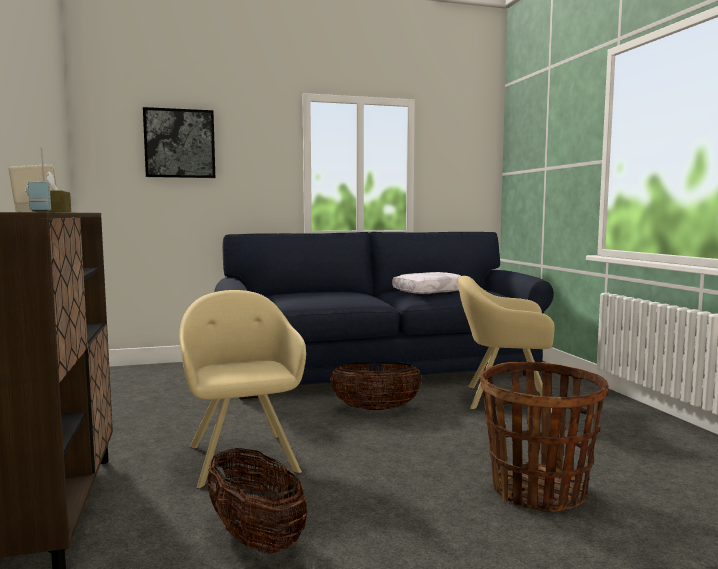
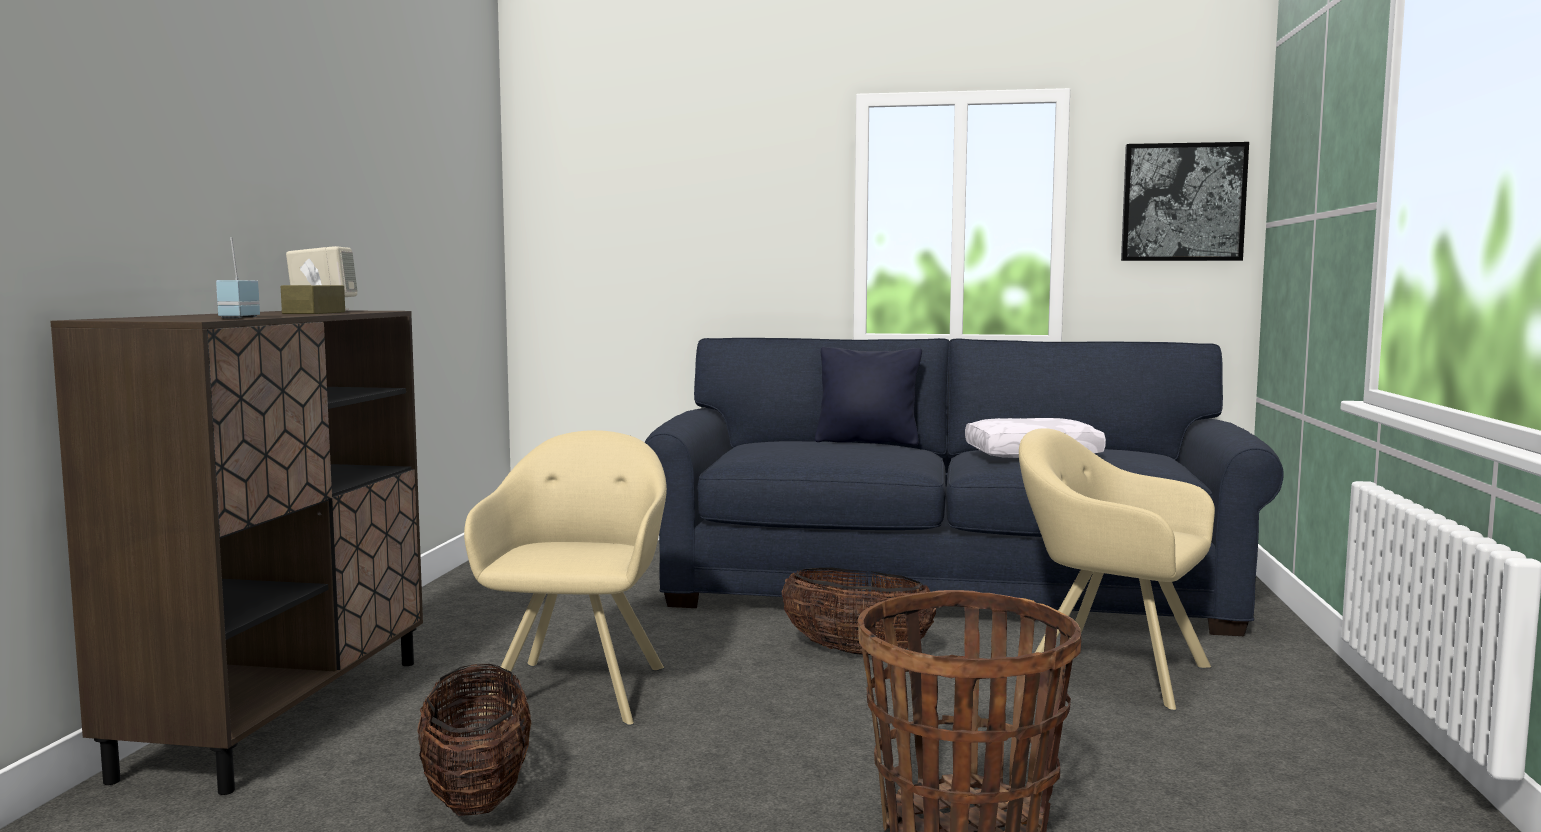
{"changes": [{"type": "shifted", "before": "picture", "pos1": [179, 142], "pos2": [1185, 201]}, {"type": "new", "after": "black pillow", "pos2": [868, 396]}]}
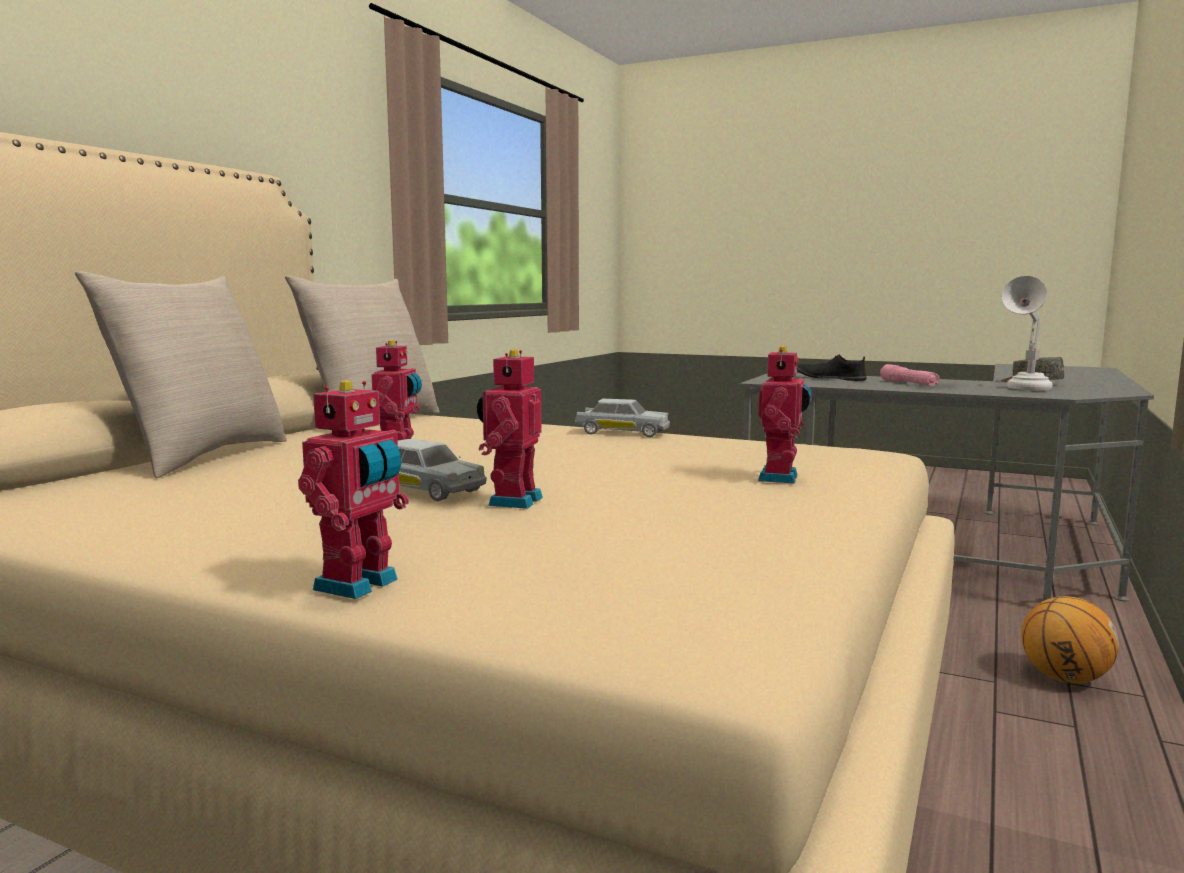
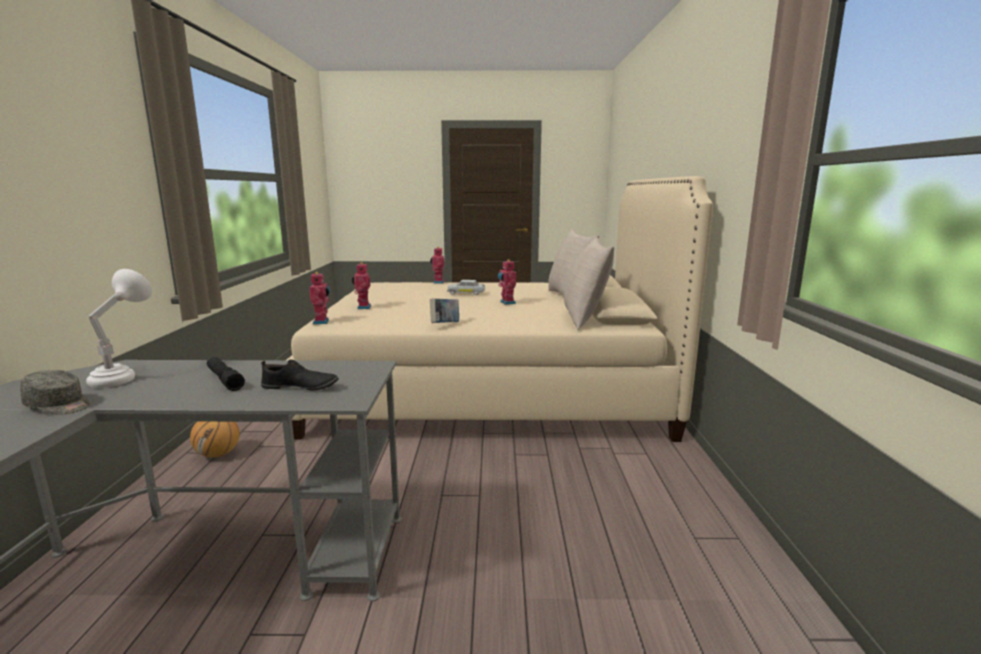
{"changes": [{"type": "shifted", "before": "toy robot", "pos1": [510, 429], "pos2": [320, 298]}, {"type": "repainted", "before": "pink flashlight", "after": "black flashlight", "pos1": [910, 375], "pos2": [226, 374]}, {"type": "swapped", "before": "white toy car", "after": "book", "pos1": [622, 418], "pos2": [444, 310]}]}
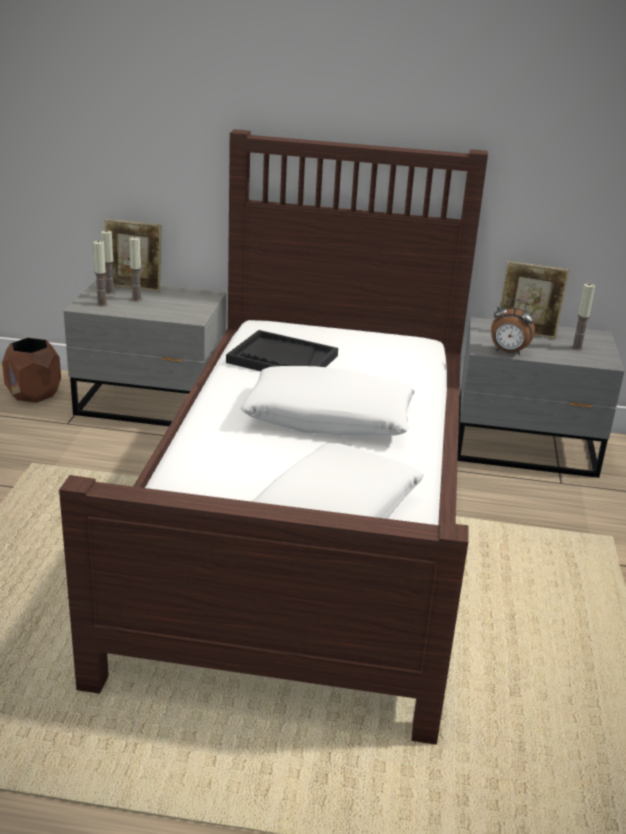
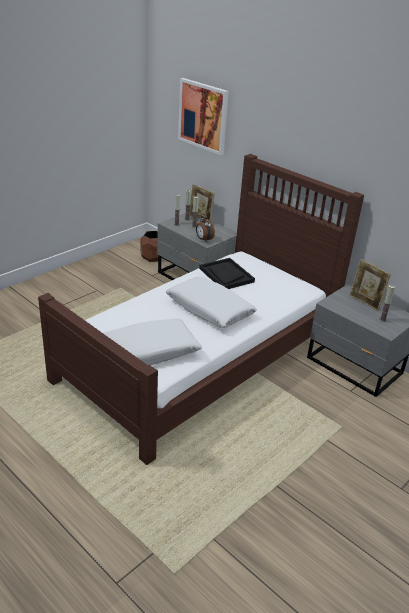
{"changes": [{"type": "shifted", "before": "alarm clock", "pos1": [513, 327], "pos2": [205, 227]}, {"type": "new", "after": "picture", "pos2": [203, 116]}]}
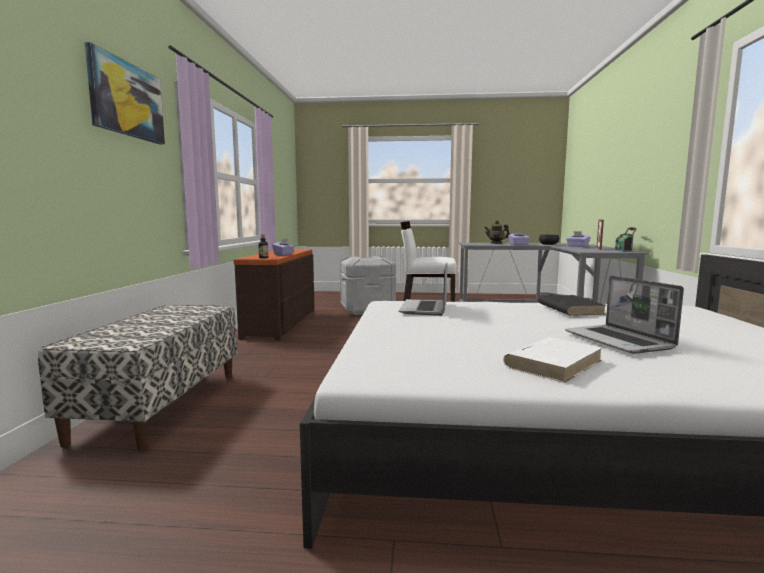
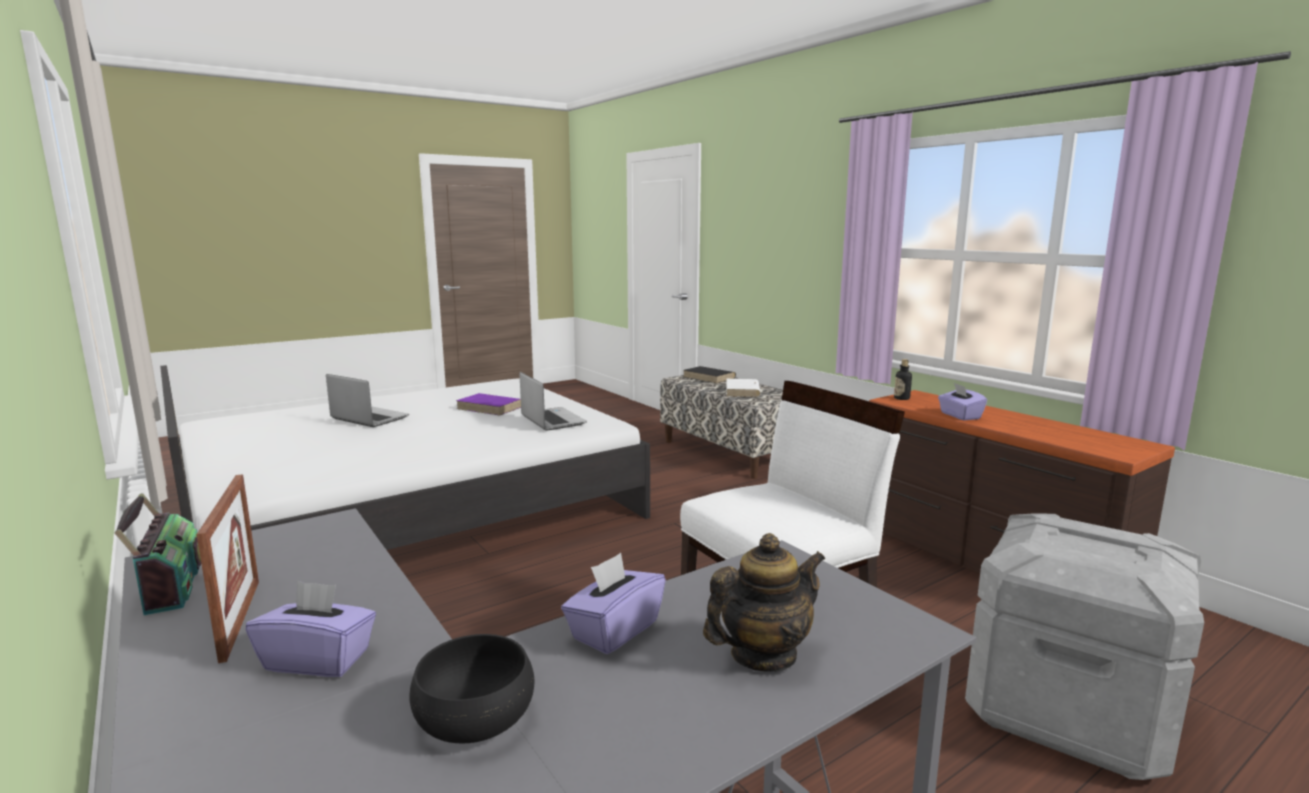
{"changes": [{"type": "gone", "before": "picture", "pos1": [125, 93]}, {"type": "shifted", "before": "black book", "pos1": [573, 305], "pos2": [709, 374]}, {"type": "shifted", "before": "white book", "pos1": [552, 360], "pos2": [743, 388]}, {"type": "new", "after": "purple book", "pos2": [488, 404]}]}
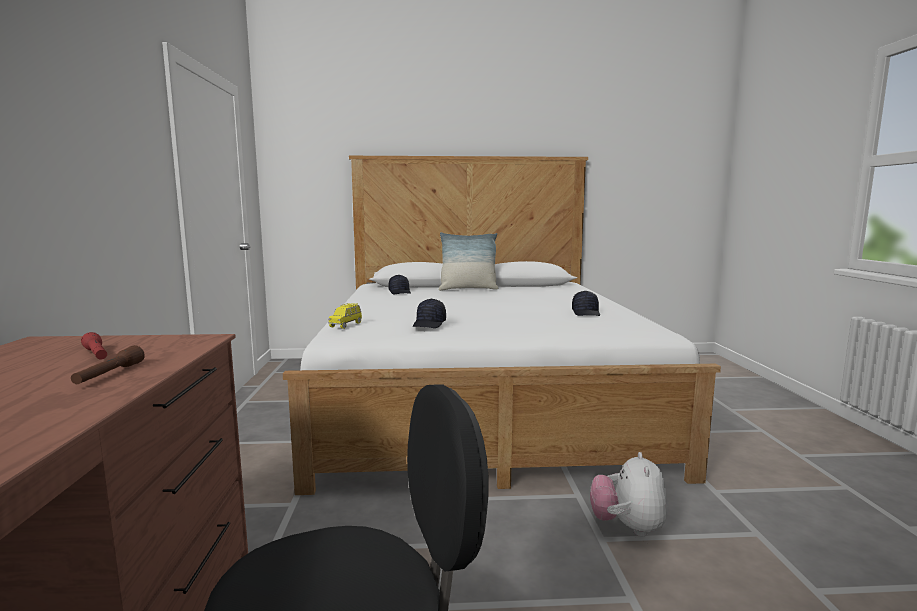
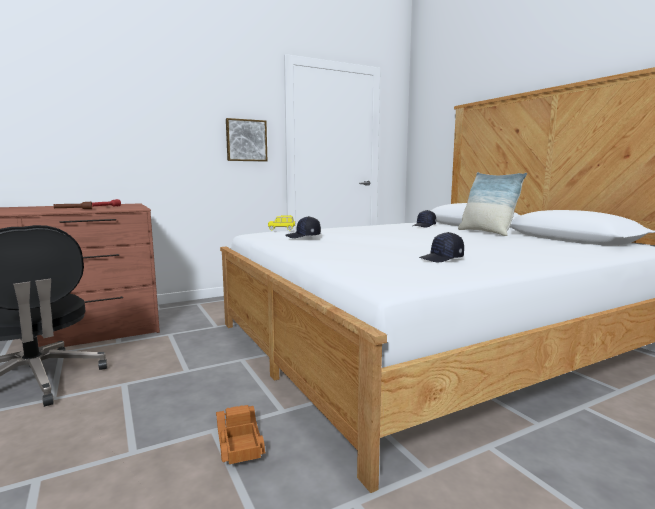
{"changes": [{"type": "swapped", "before": "plush toy", "after": "toy truck", "pos1": [629, 494], "pos2": [240, 434]}, {"type": "new", "after": "picture", "pos2": [246, 139]}]}
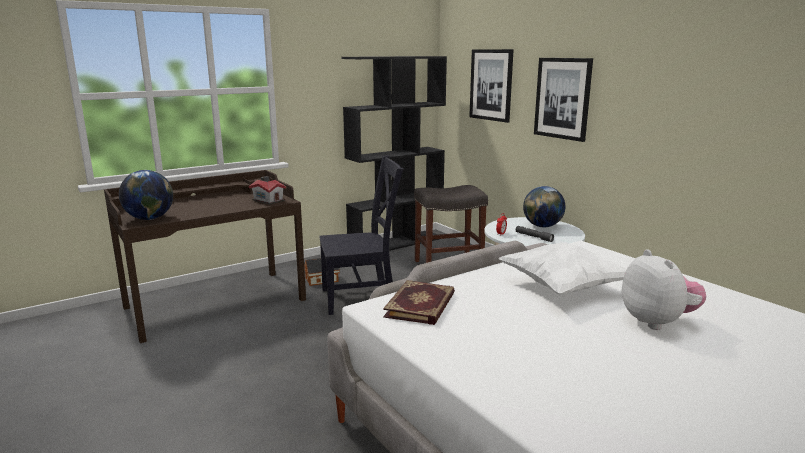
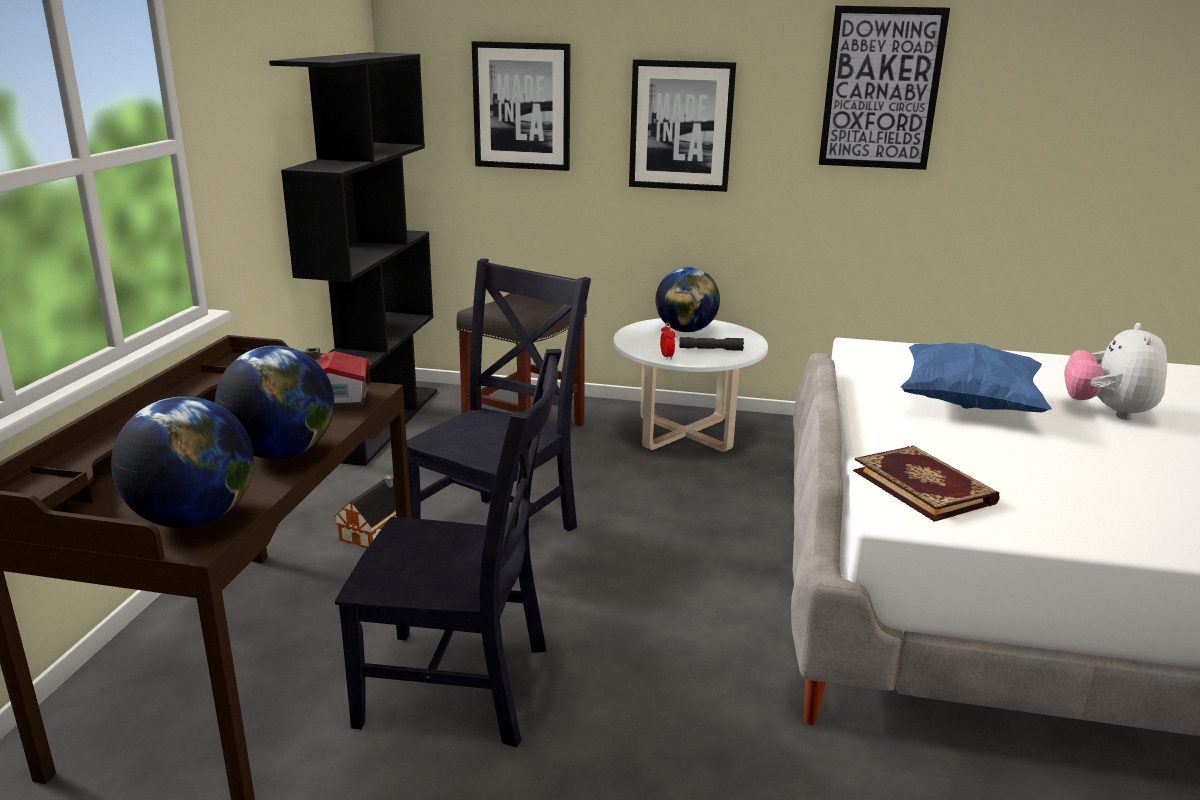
{"changes": [{"type": "repainted", "before": "white pillow", "after": "blue pillow", "pos1": [562, 268], "pos2": [976, 377]}, {"type": "rotated", "before": "plush toy", "pos1": [663, 289], "pos2": [1115, 371], "turn": -105}, {"type": "new", "after": "picture", "pos2": [884, 88]}, {"type": "new", "after": "globe", "pos2": [274, 402]}, {"type": "new", "after": "black chair", "pos2": [448, 548]}]}
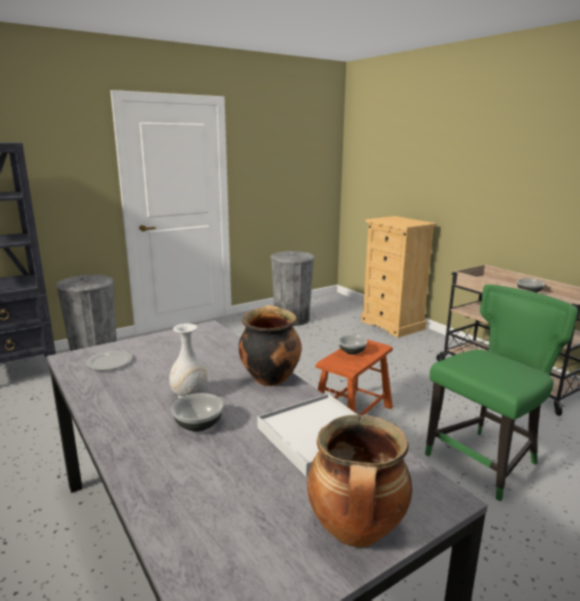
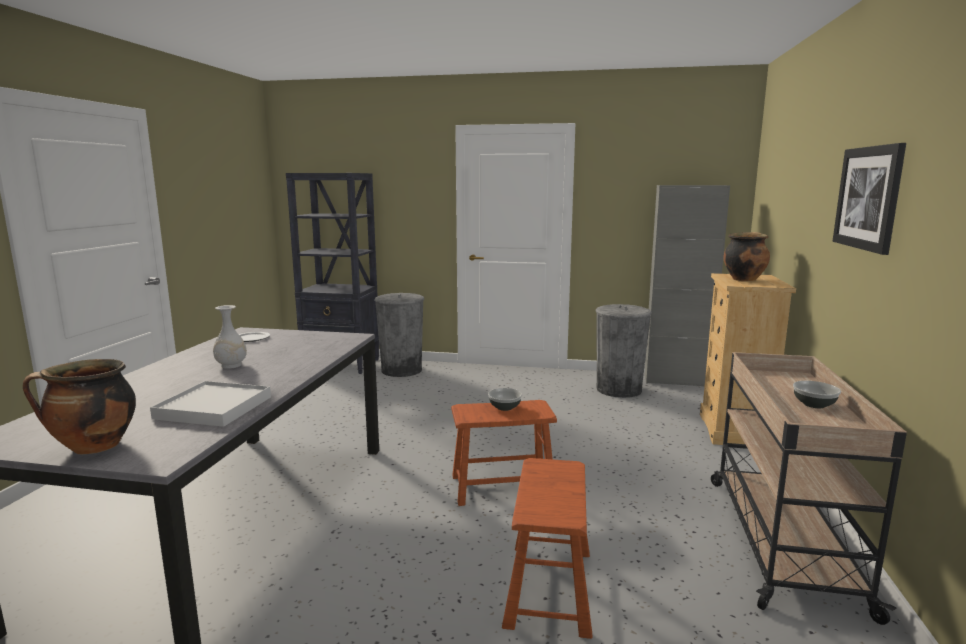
{"changes": [{"type": "swapped", "before": "green chair", "after": "brown stool", "pos1": [501, 392], "pos2": [547, 548]}, {"type": "shifted", "before": "cooking pot", "pos1": [270, 345], "pos2": [747, 256]}, {"type": "gone", "before": "bowl", "pos1": [197, 412]}, {"type": "new", "after": "picture", "pos2": [869, 199]}, {"type": "new", "after": "grey cabinet", "pos2": [687, 285]}]}
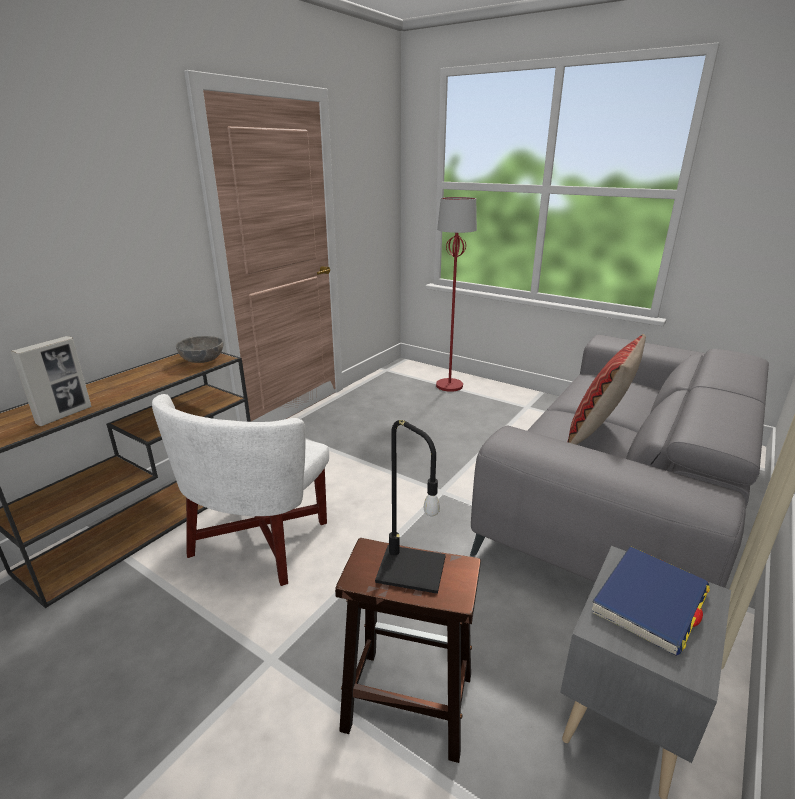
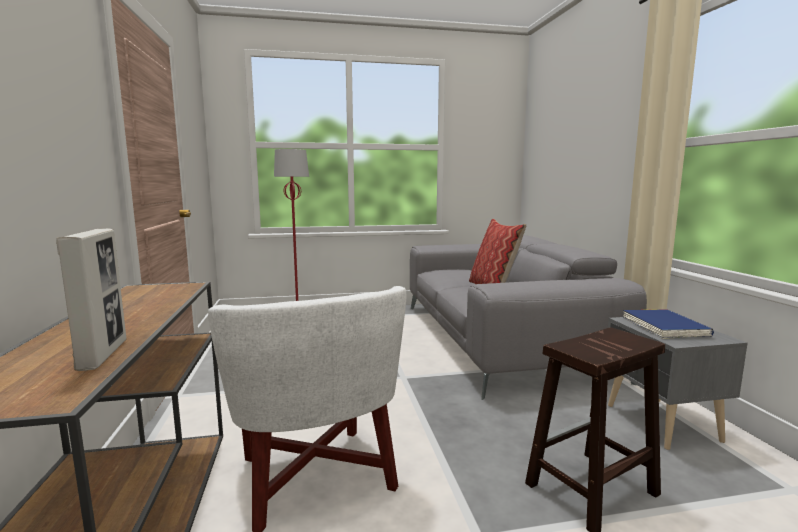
{"changes": [{"type": "gone", "before": "grey bowl", "pos1": [200, 349]}, {"type": "gone", "before": "black table lamp", "pos1": [410, 507]}]}
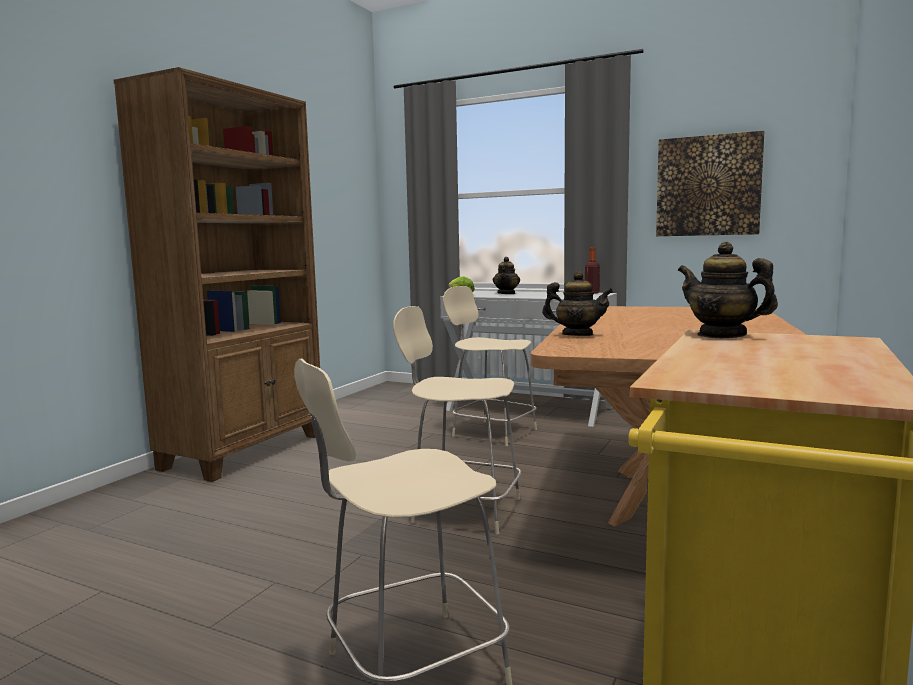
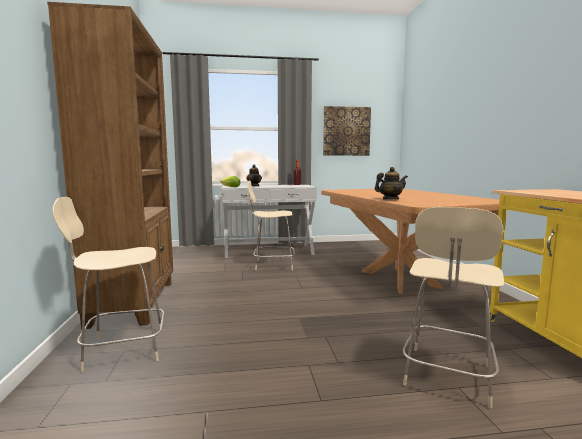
{"changes": [{"type": "gone", "before": "teapot", "pos1": [728, 290]}, {"type": "shifted", "before": "beige chair", "pos1": [457, 420], "pos2": [108, 284]}]}
